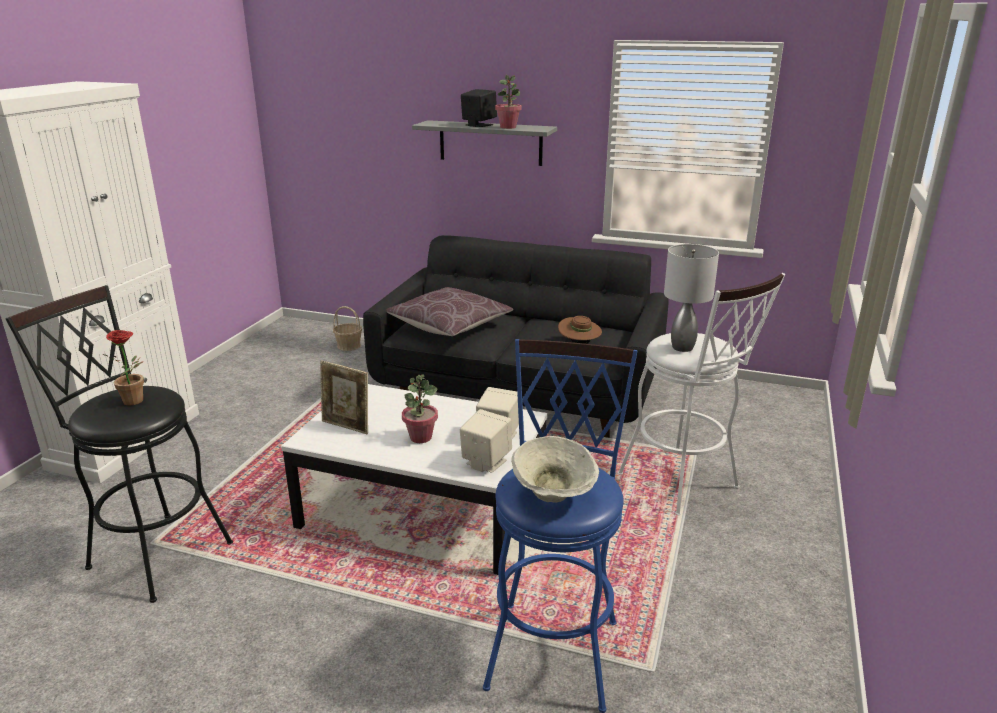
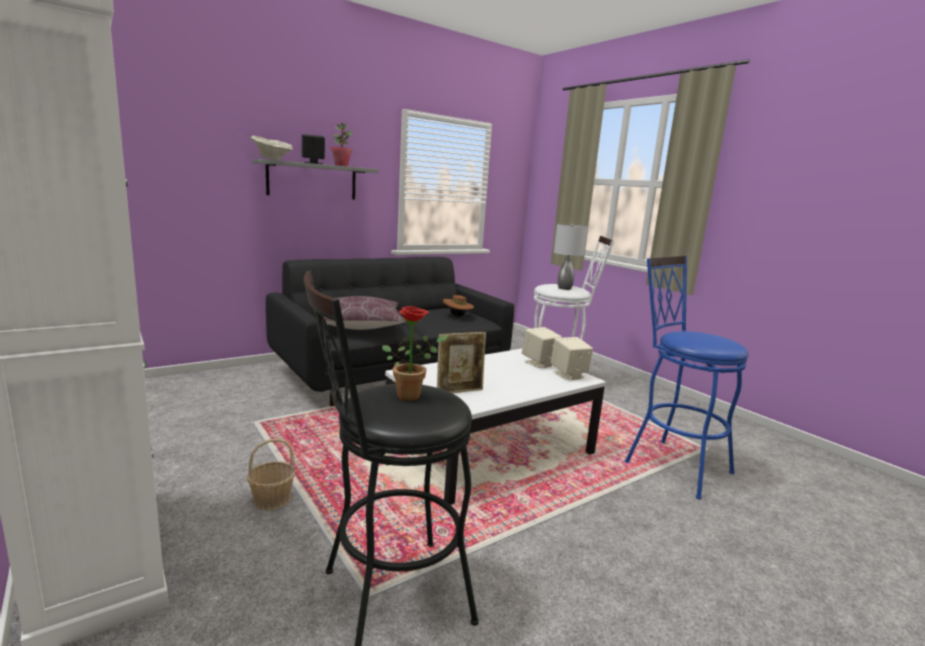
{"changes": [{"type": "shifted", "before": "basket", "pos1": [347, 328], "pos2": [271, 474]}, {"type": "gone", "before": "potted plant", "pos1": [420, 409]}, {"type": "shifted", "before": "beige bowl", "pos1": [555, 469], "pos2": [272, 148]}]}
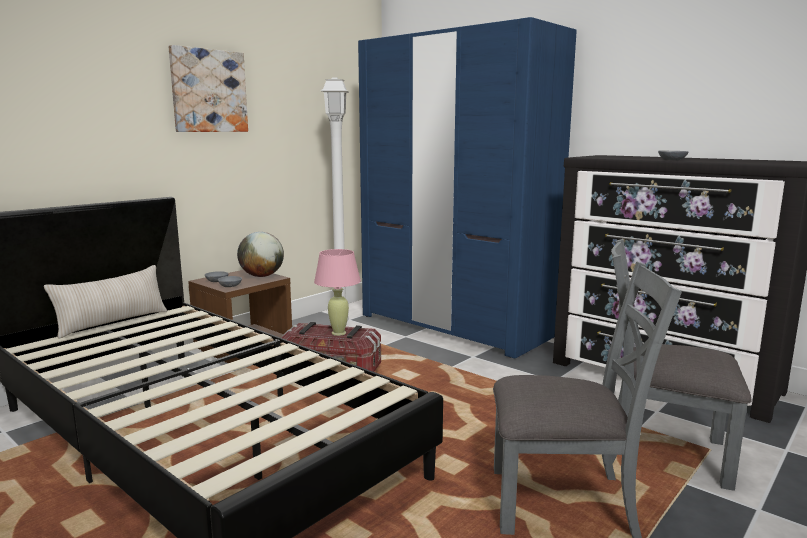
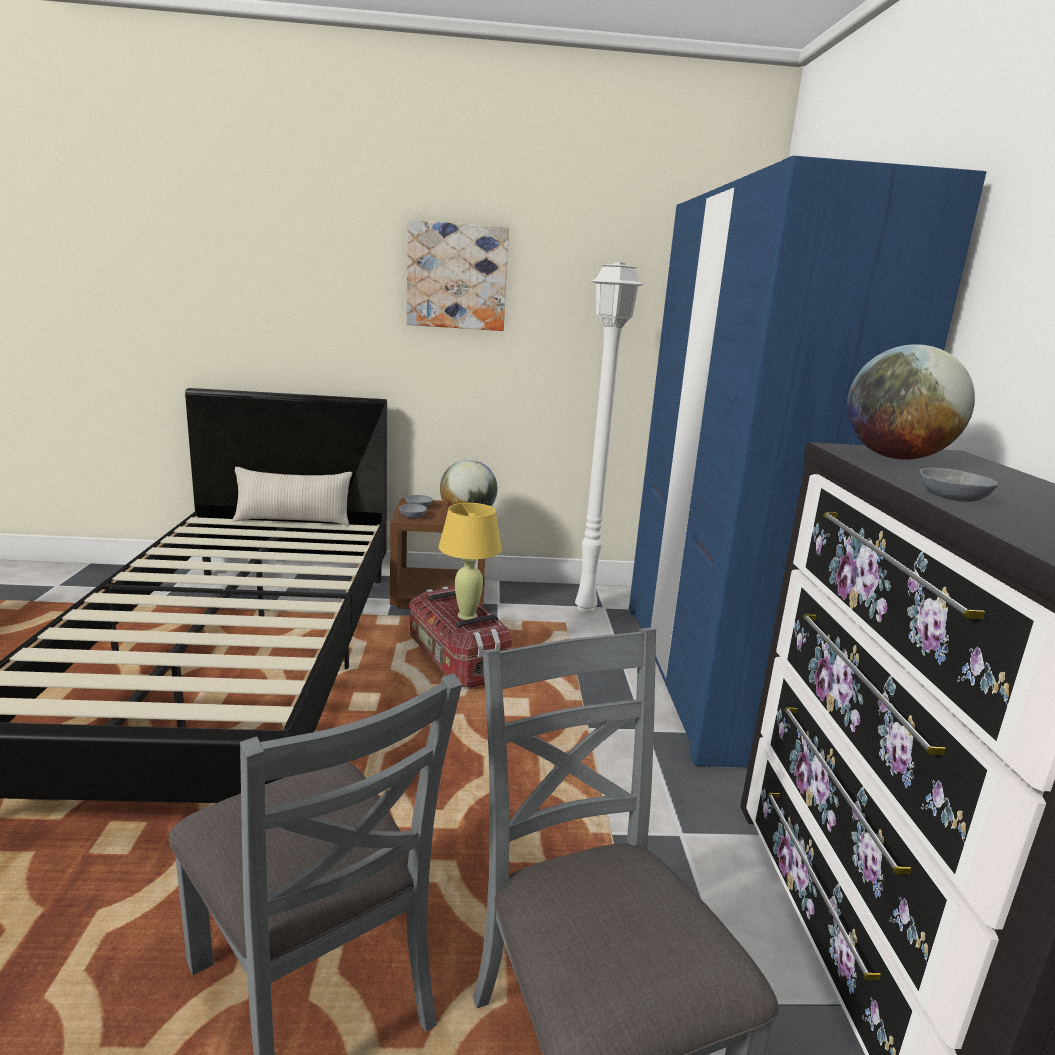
{"changes": [{"type": "repainted", "before": "pink table lamp", "after": "yellow table lamp", "pos1": [337, 292], "pos2": [470, 561]}, {"type": "new", "after": "globe", "pos2": [911, 402]}]}
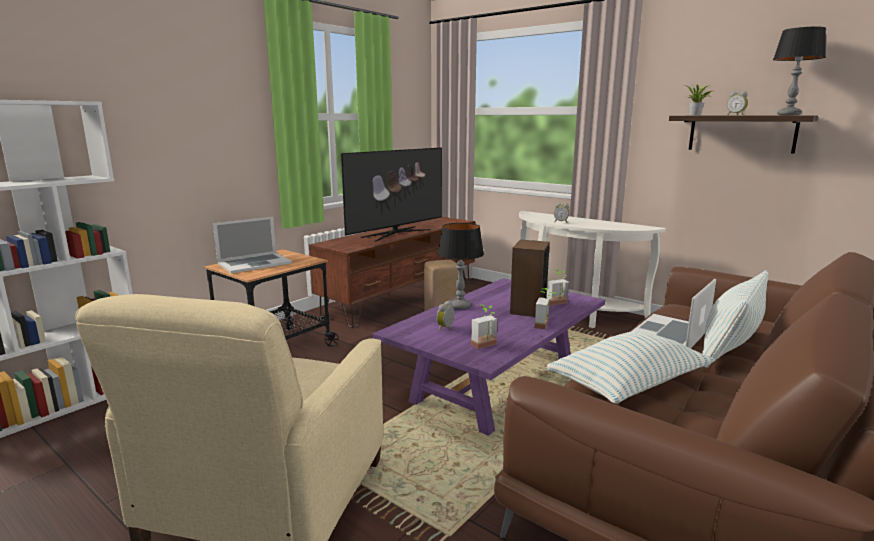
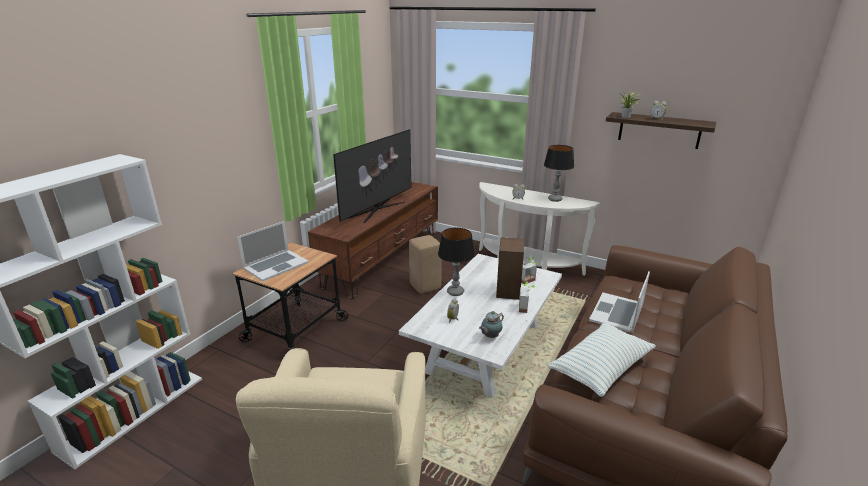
{"changes": [{"type": "shifted", "before": "table lamp", "pos1": [799, 71], "pos2": [559, 173]}, {"type": "gone", "before": "pillow", "pos1": [735, 319]}, {"type": "repainted", "before": "purple coffee table", "after": "white coffee table", "pos1": [489, 357], "pos2": [480, 326]}, {"type": "swapped", "before": "potted plant", "after": "teapot", "pos1": [484, 327], "pos2": [491, 324]}]}
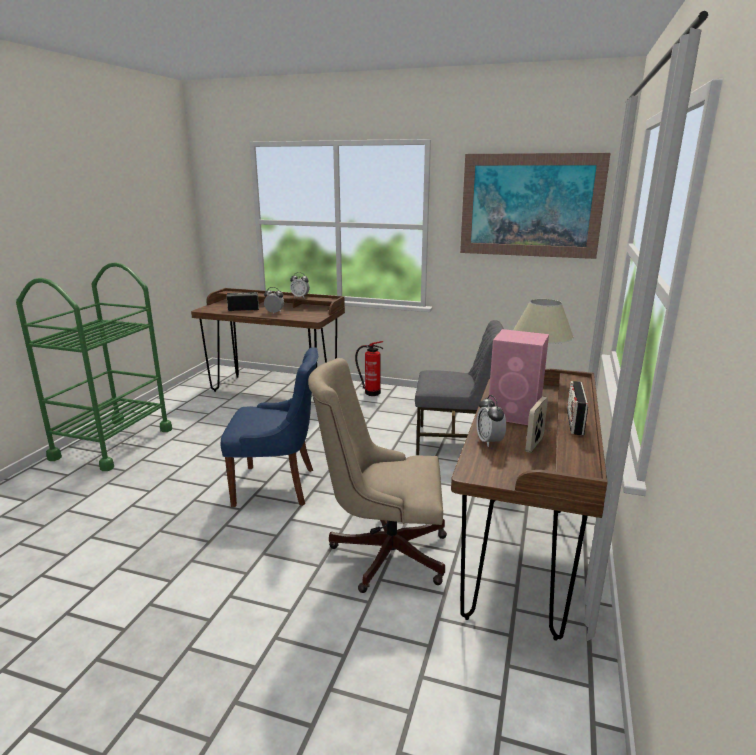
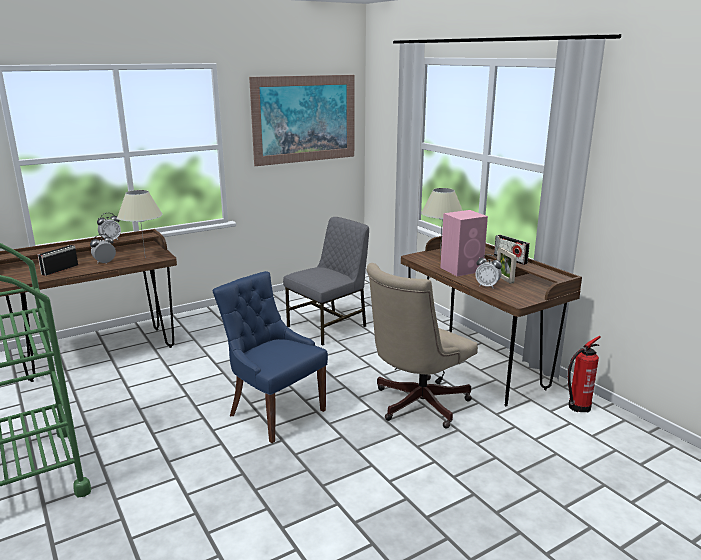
{"changes": [{"type": "shifted", "before": "fire extinguisher", "pos1": [369, 368], "pos2": [584, 374]}, {"type": "rotated", "before": "blue chair", "pos1": [269, 427], "pos2": [270, 357], "turn": -90}, {"type": "new", "after": "beige table lamp", "pos2": [140, 224]}]}
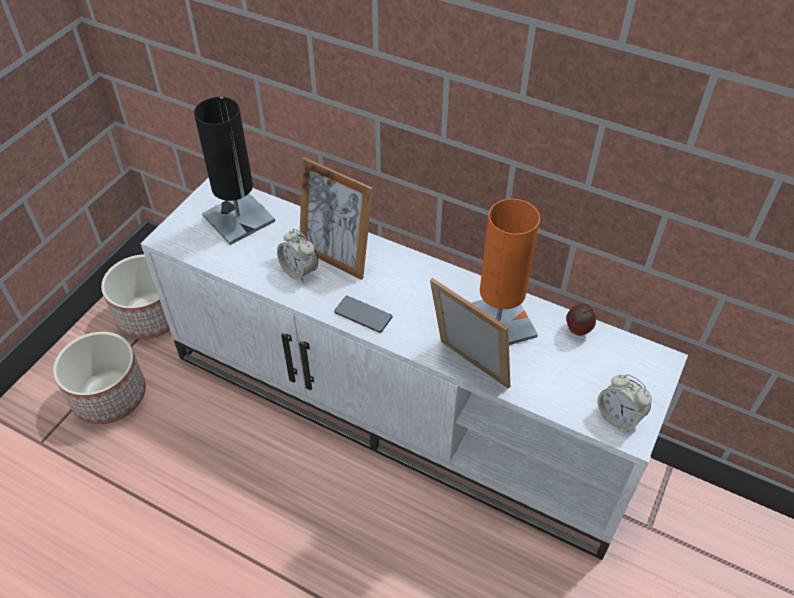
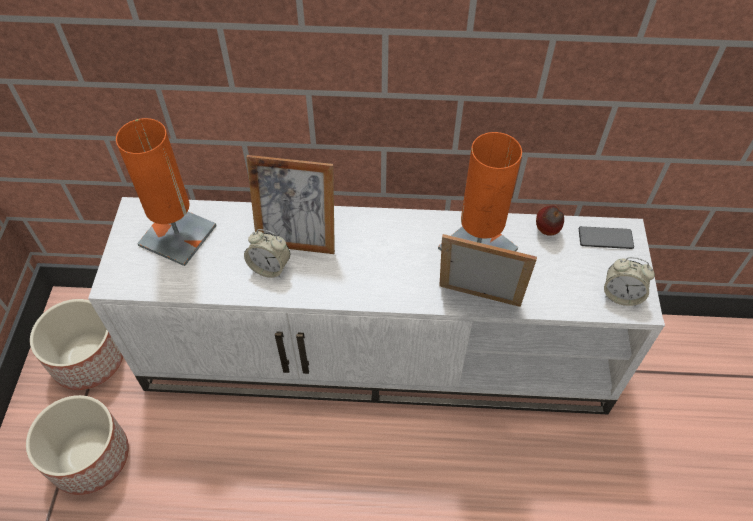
{"changes": [{"type": "repainted", "before": "black table lamp", "after": "orange table lamp", "pos1": [234, 171], "pos2": [166, 192]}, {"type": "shifted", "before": "phone", "pos1": [363, 314], "pos2": [606, 237]}]}
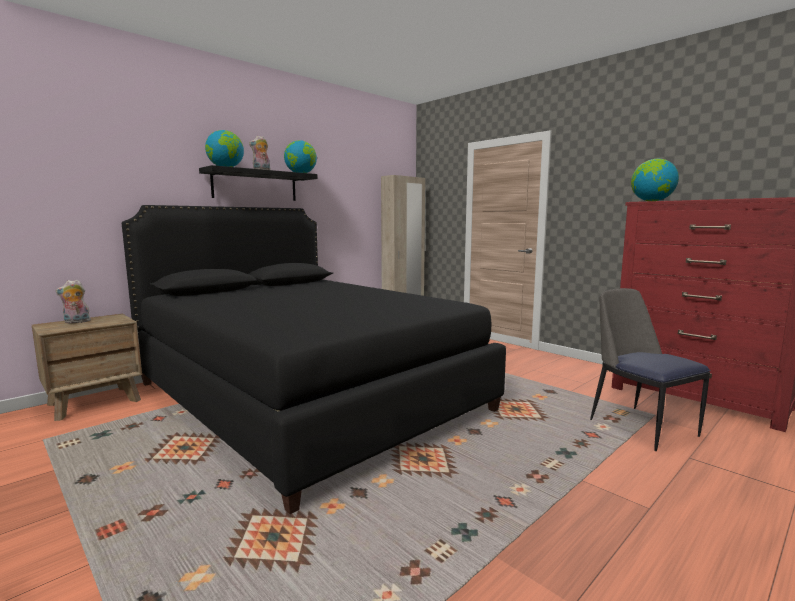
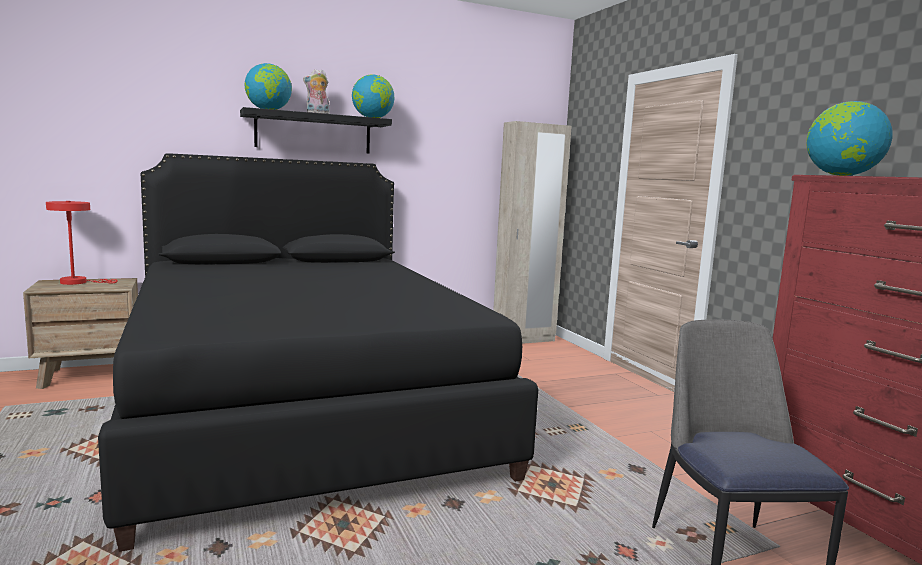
{"changes": [{"type": "swapped", "before": "plush toy", "after": "red table lamp", "pos1": [73, 301], "pos2": [82, 243]}]}
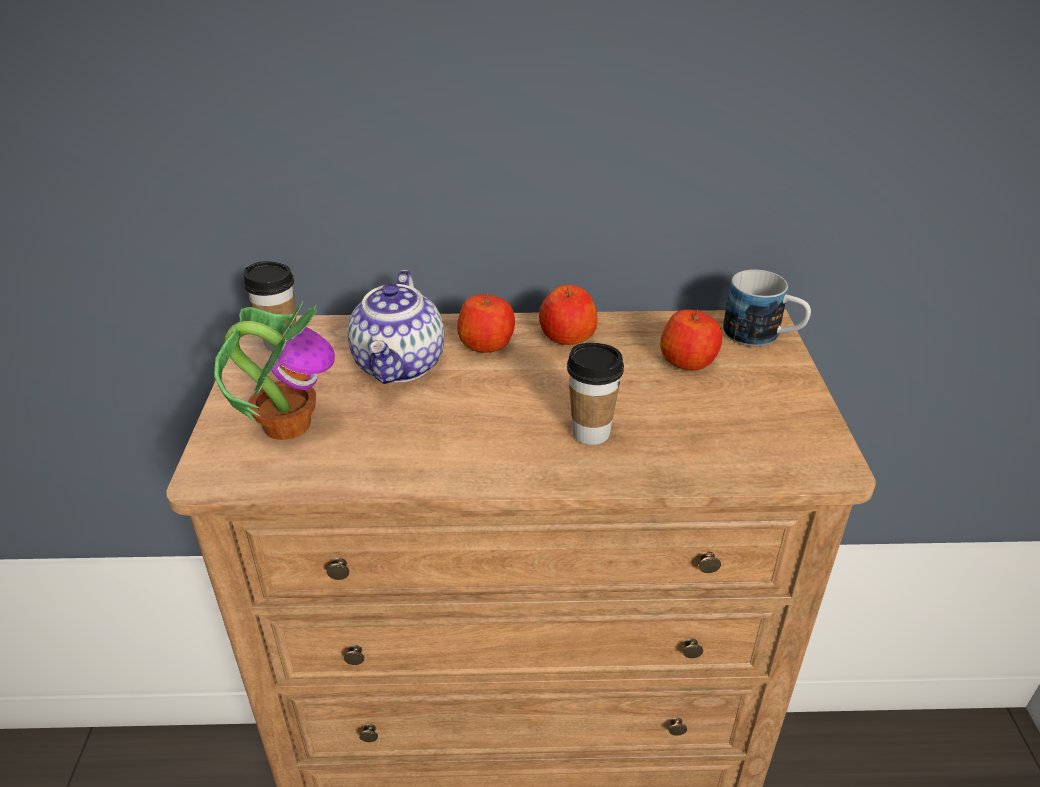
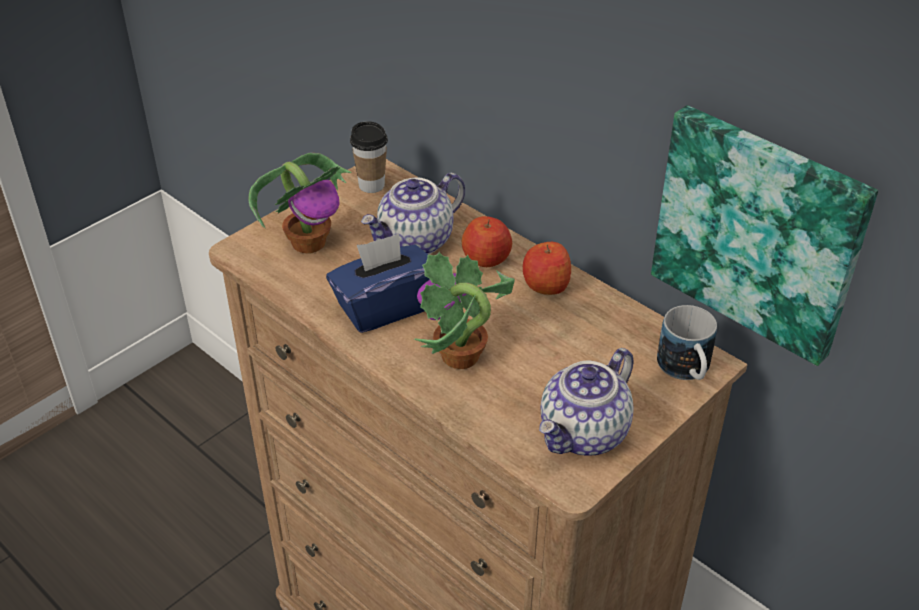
{"changes": [{"type": "gone", "before": "apple", "pos1": [691, 339]}, {"type": "swapped", "before": "cup", "after": "potted plant", "pos1": [595, 394], "pos2": [464, 310]}, {"type": "new", "after": "picture", "pos2": [764, 235]}, {"type": "new", "after": "blue tissue box", "pos2": [378, 283]}, {"type": "new", "after": "teapot", "pos2": [586, 402]}]}
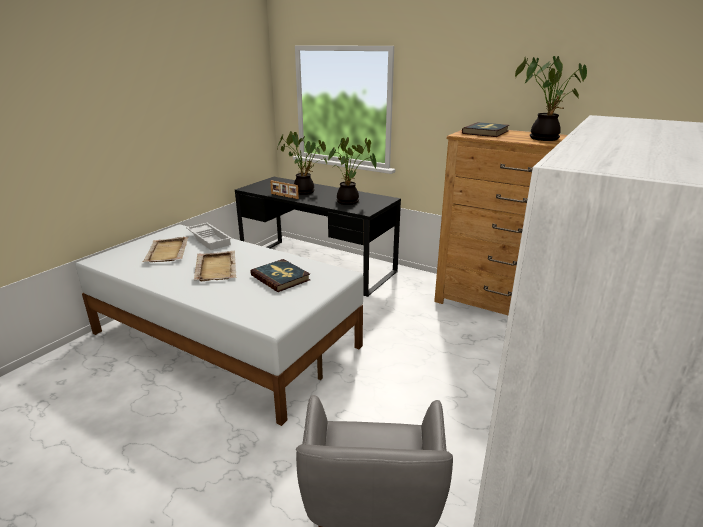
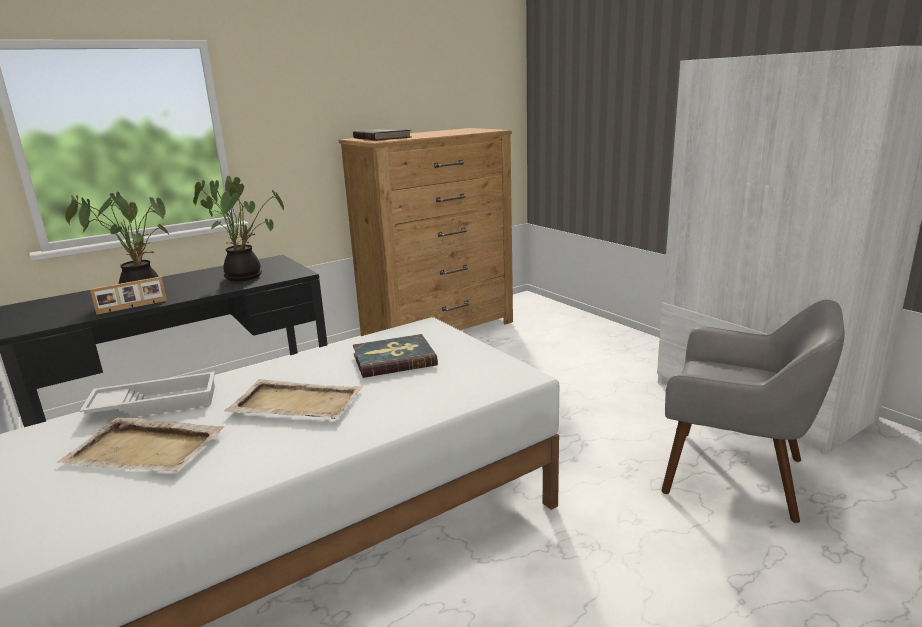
{"changes": [{"type": "gone", "before": "potted plant", "pos1": [551, 98]}]}
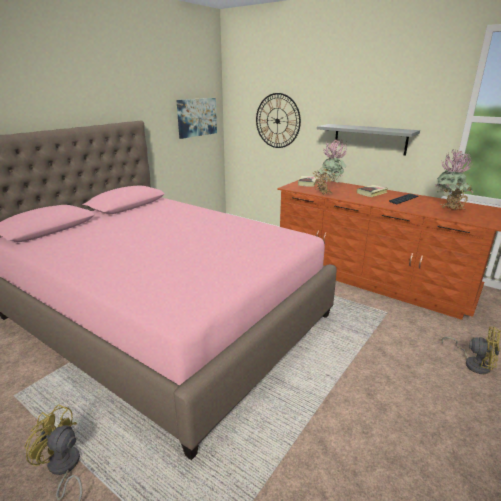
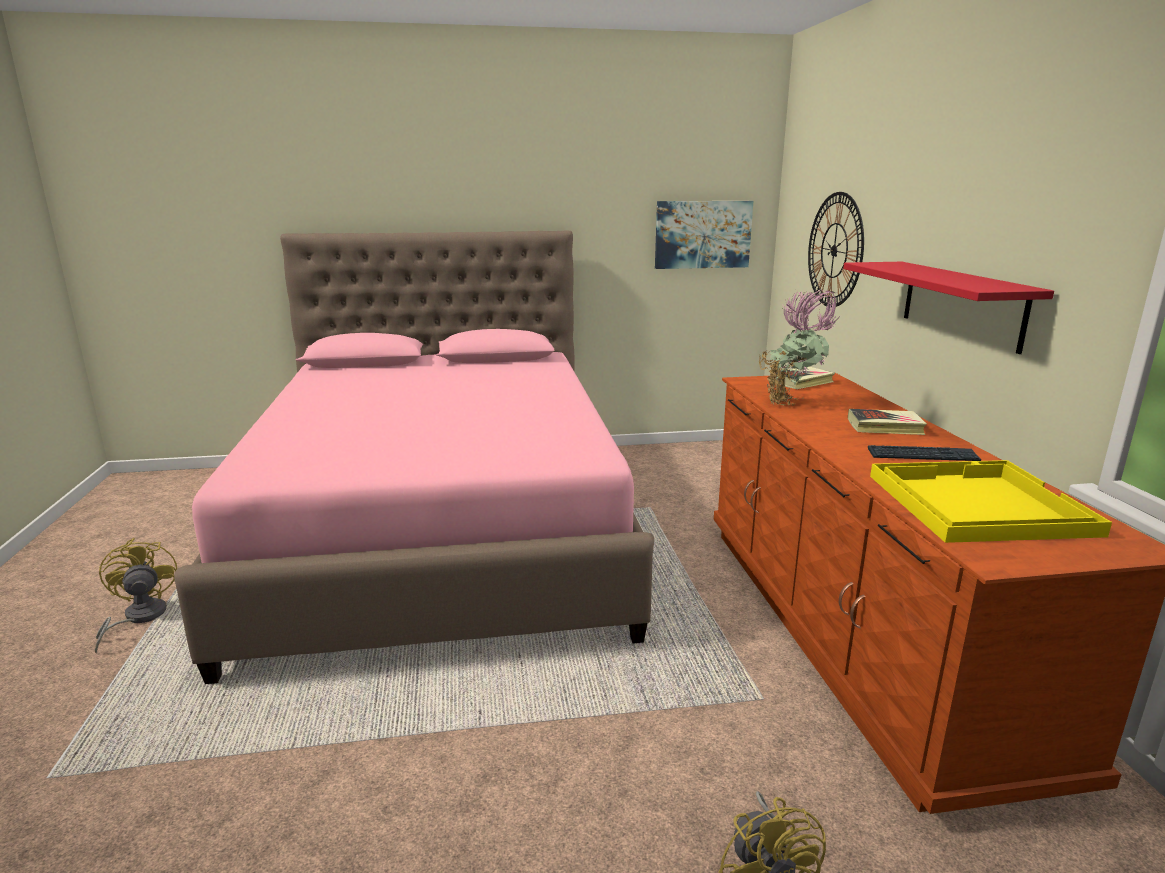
{"changes": [{"type": "repainted", "before": "grey shelf", "after": "red shelf", "pos1": [368, 140], "pos2": [948, 308]}, {"type": "swapped", "before": "potted plant", "after": "yellow tray", "pos1": [454, 179], "pos2": [991, 501]}]}
